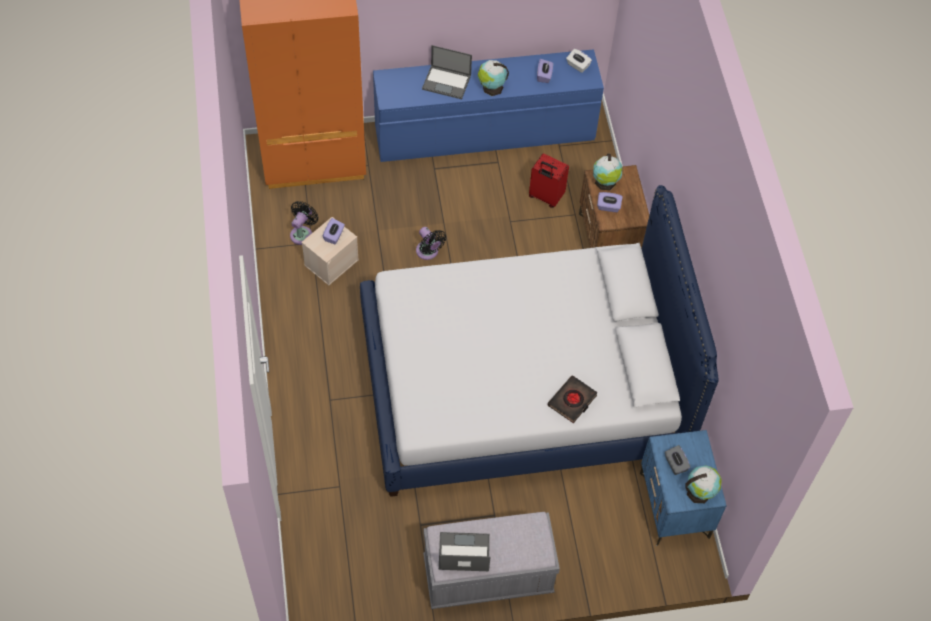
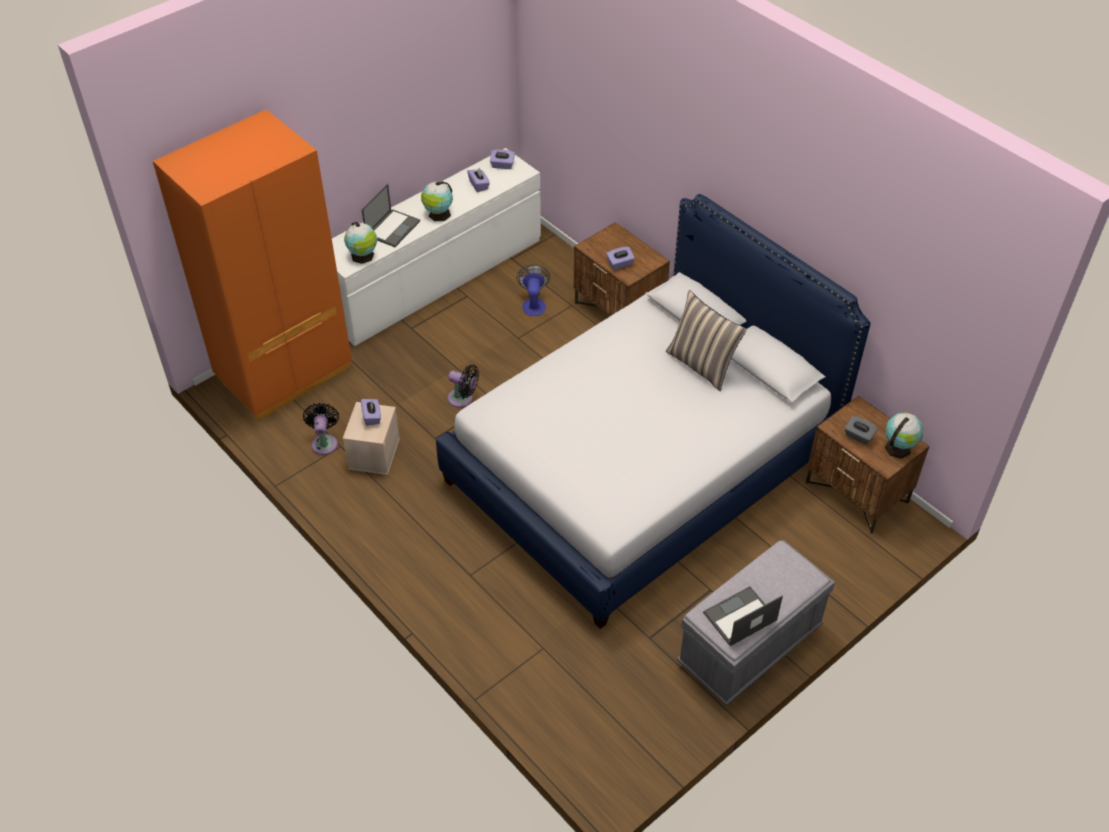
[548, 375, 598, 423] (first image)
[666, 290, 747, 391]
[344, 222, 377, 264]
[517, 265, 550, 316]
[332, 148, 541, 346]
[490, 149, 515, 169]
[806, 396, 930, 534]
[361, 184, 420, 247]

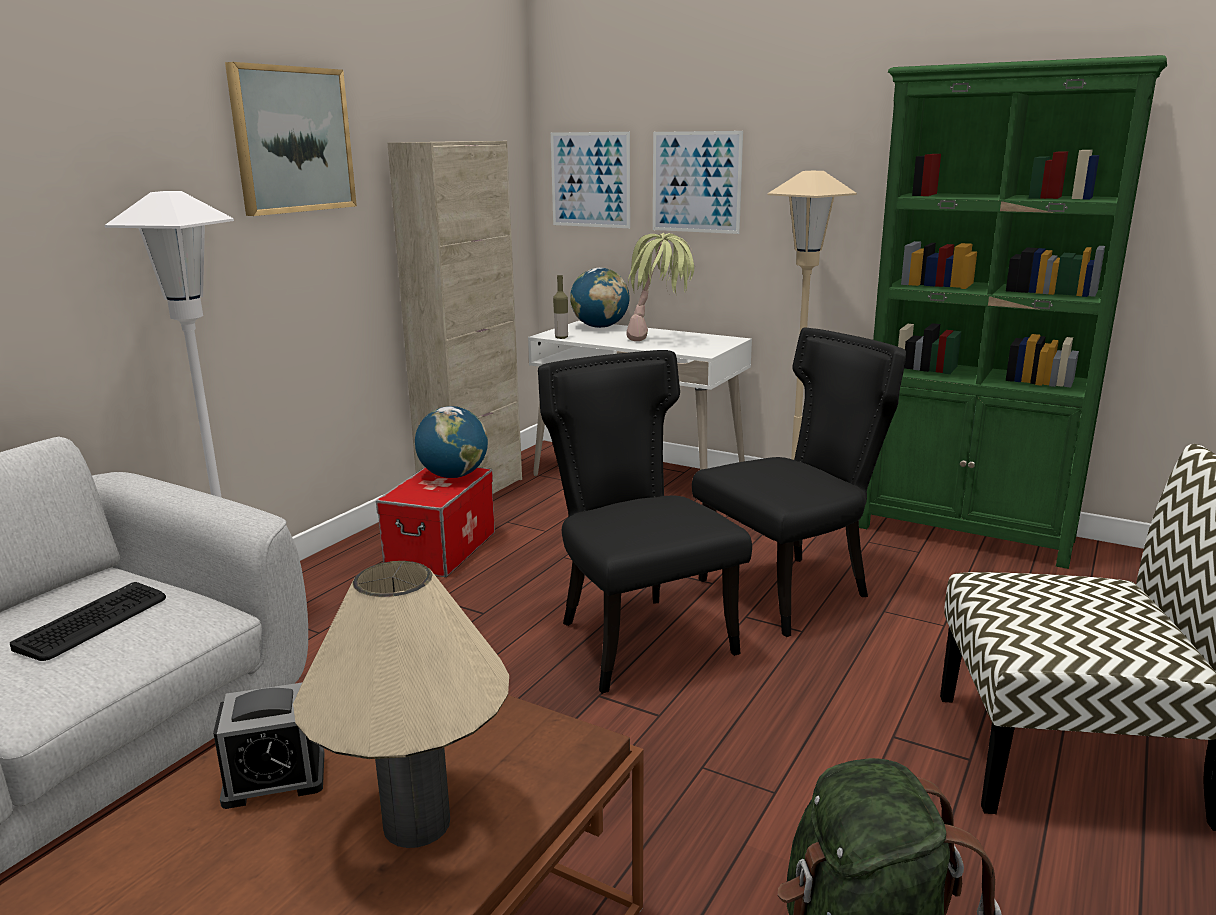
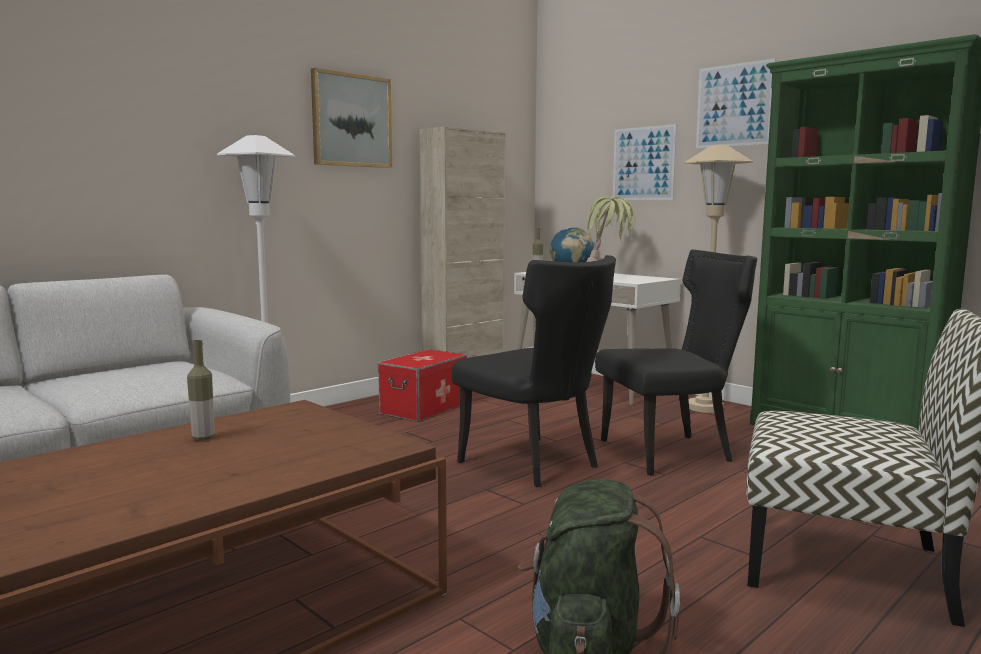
[10, 582, 166, 661] (first image)
[293, 561, 509, 848] (first image)
[415, 406, 488, 478] (first image)
[696, 58, 776, 148]
[187, 340, 215, 441]
[452, 255, 616, 487]

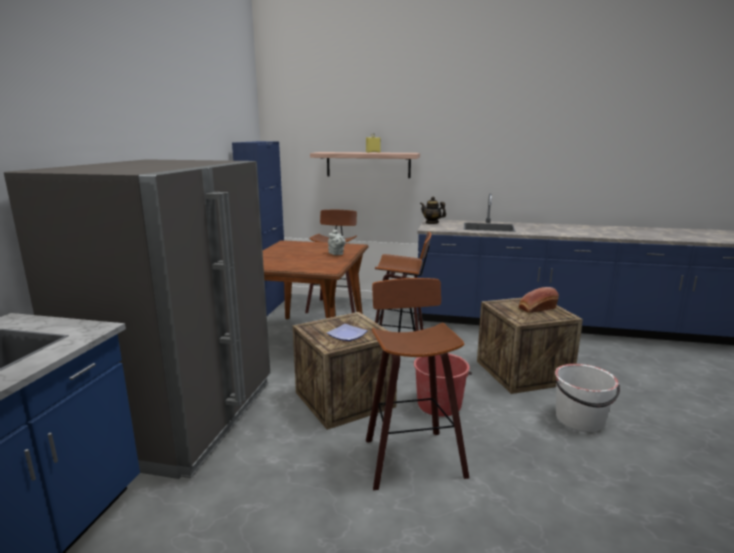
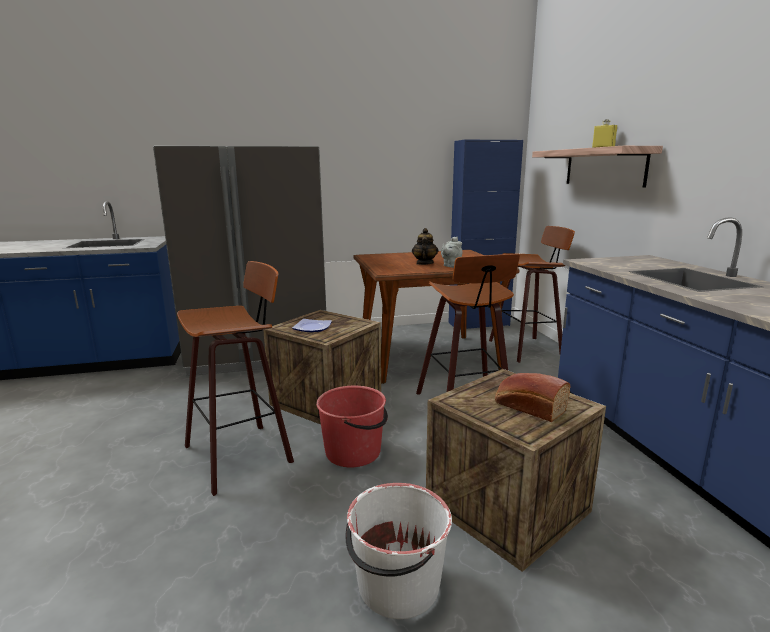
[412, 228, 439, 265]

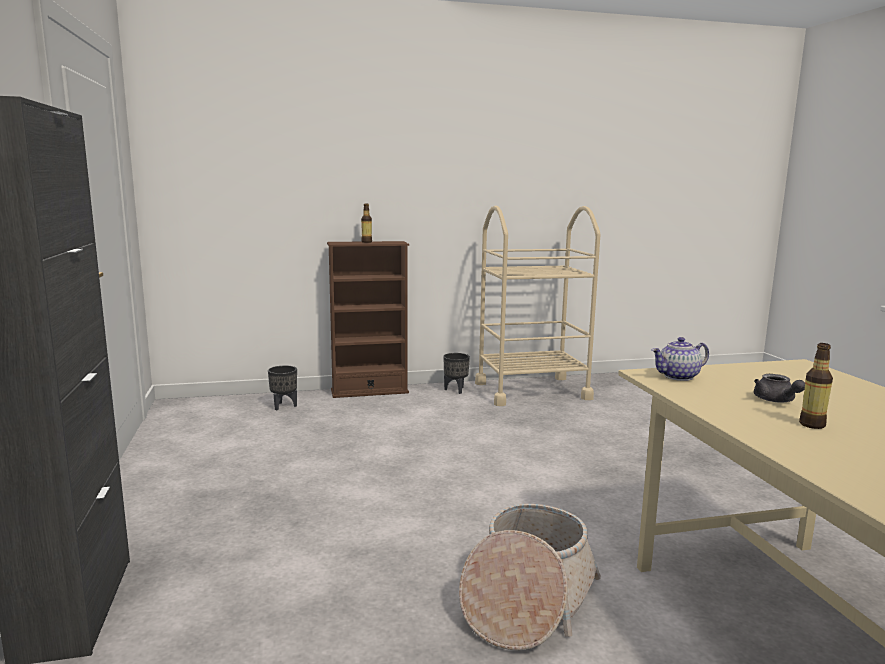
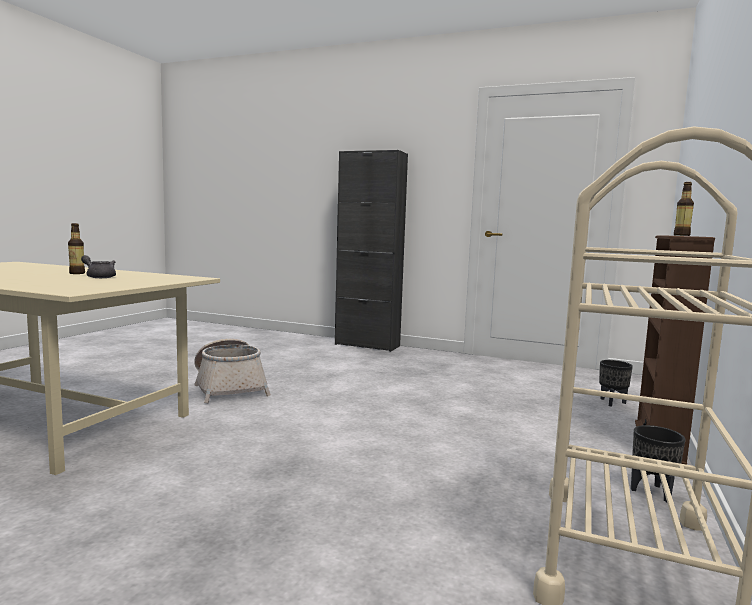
[651, 337, 709, 381] (first image)

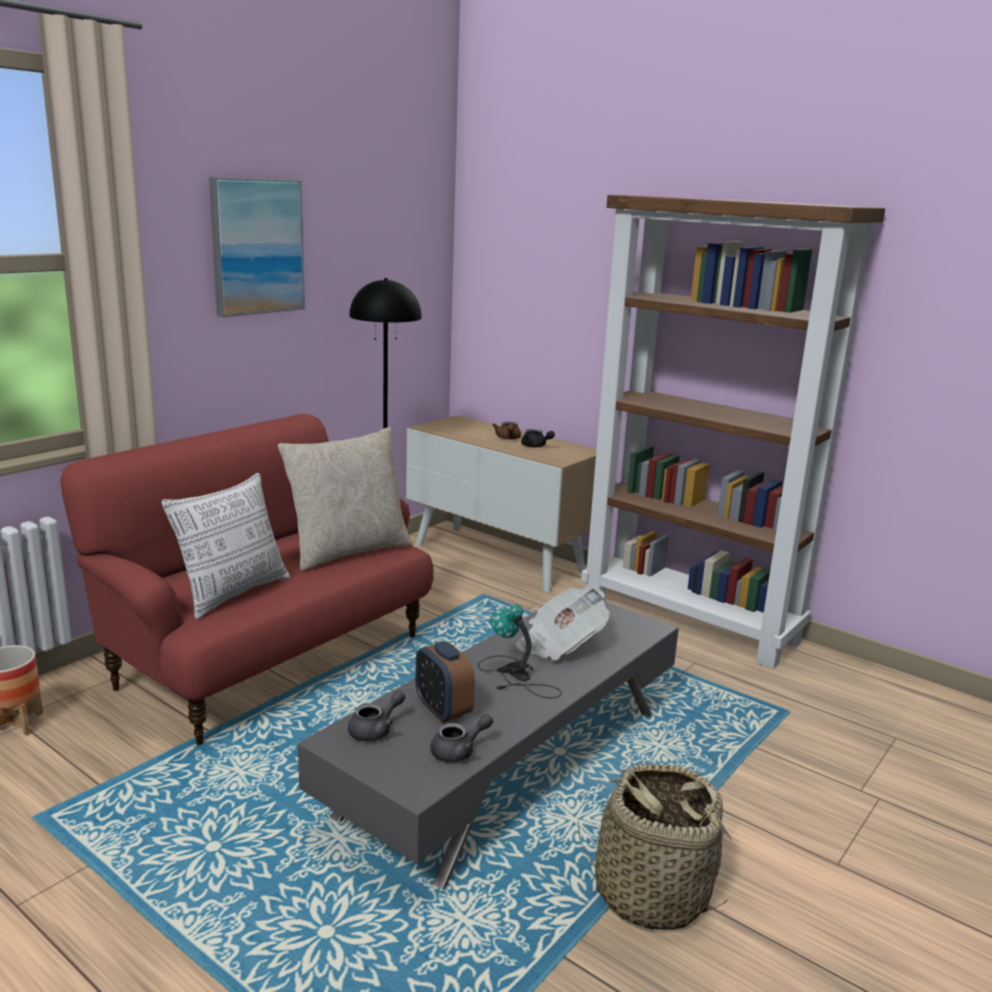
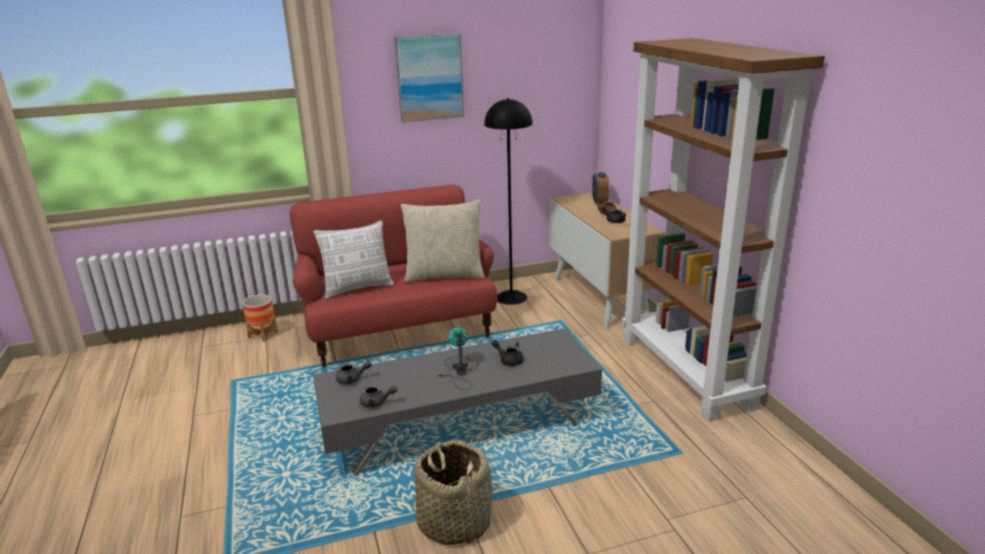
[592, 172, 609, 204]
[491, 340, 524, 366]

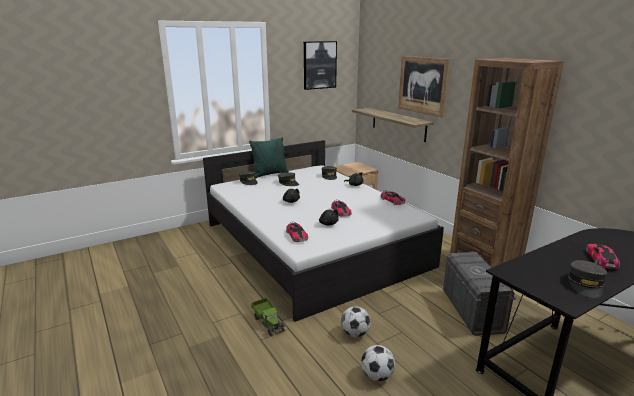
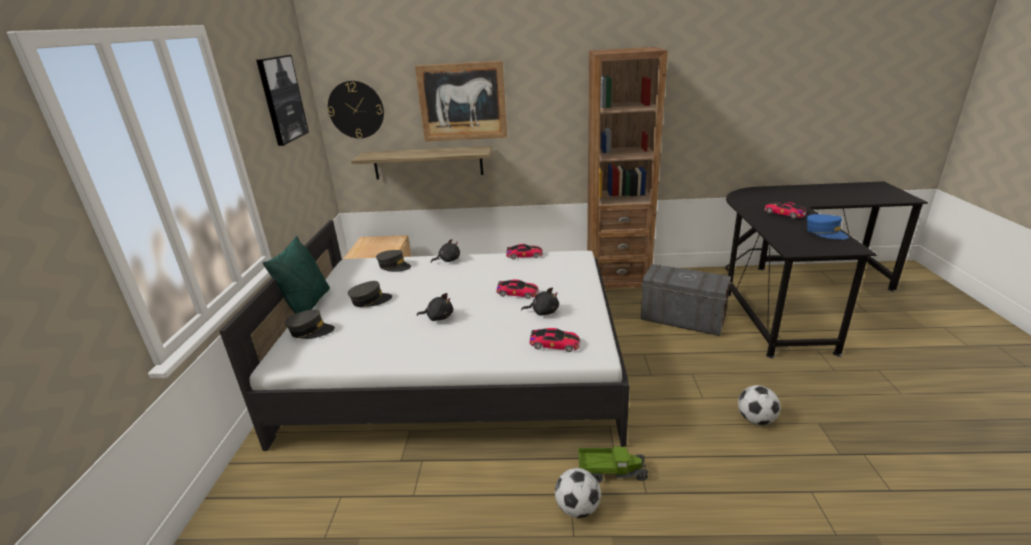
[328, 81, 384, 138]
[555, 468, 601, 518]
[807, 214, 849, 239]

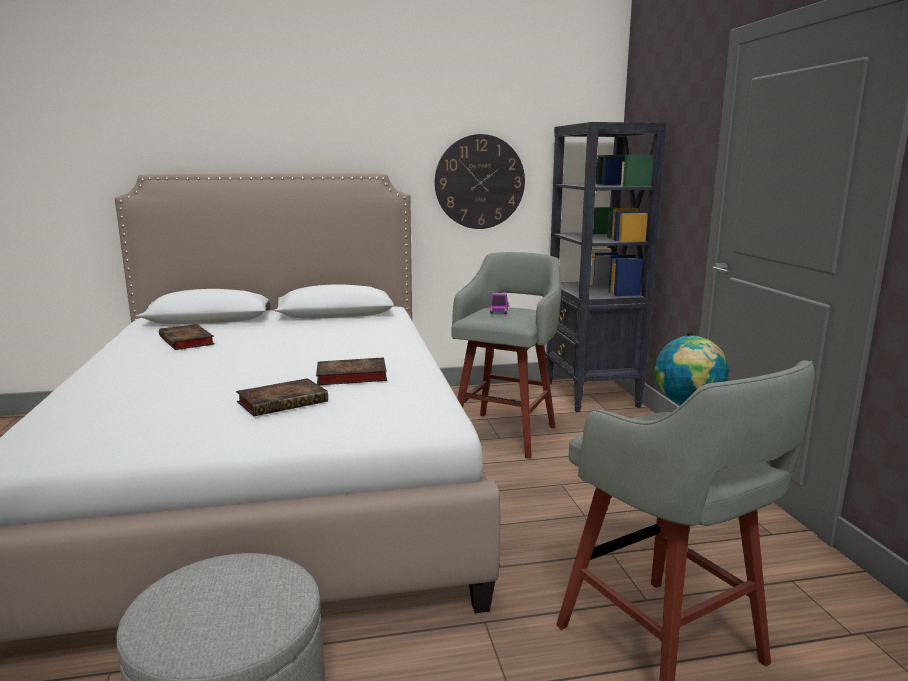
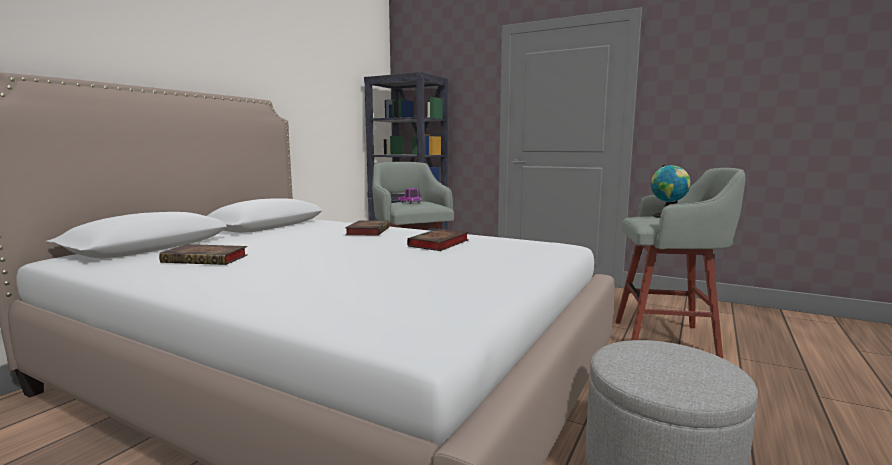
[435, 134, 525, 229] (first image)
[345, 221, 390, 235]

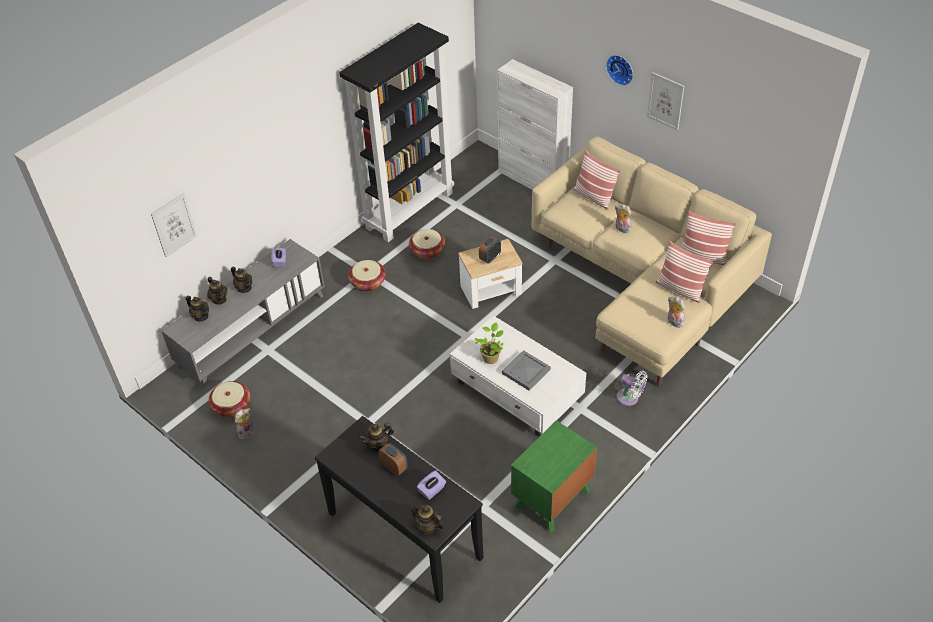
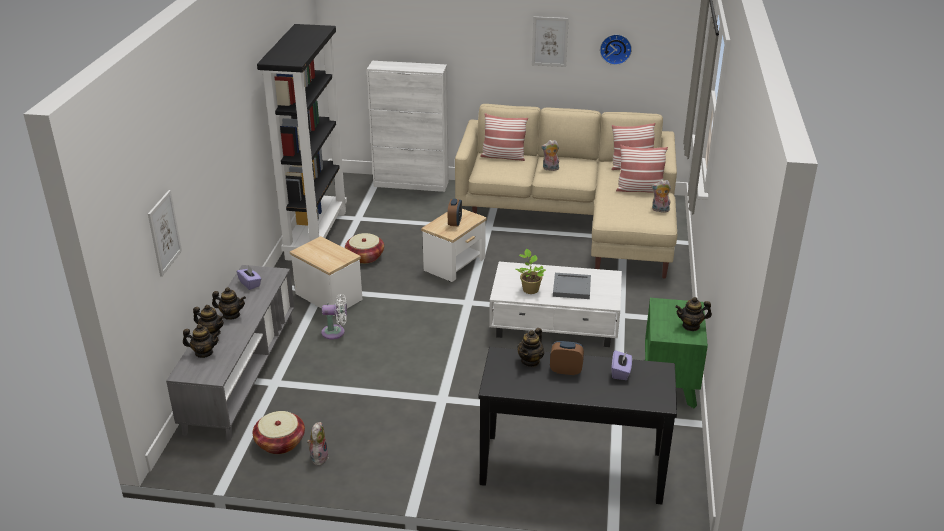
[675, 297, 712, 331]
[600, 34, 632, 65]
[321, 294, 347, 339]
[290, 236, 363, 316]

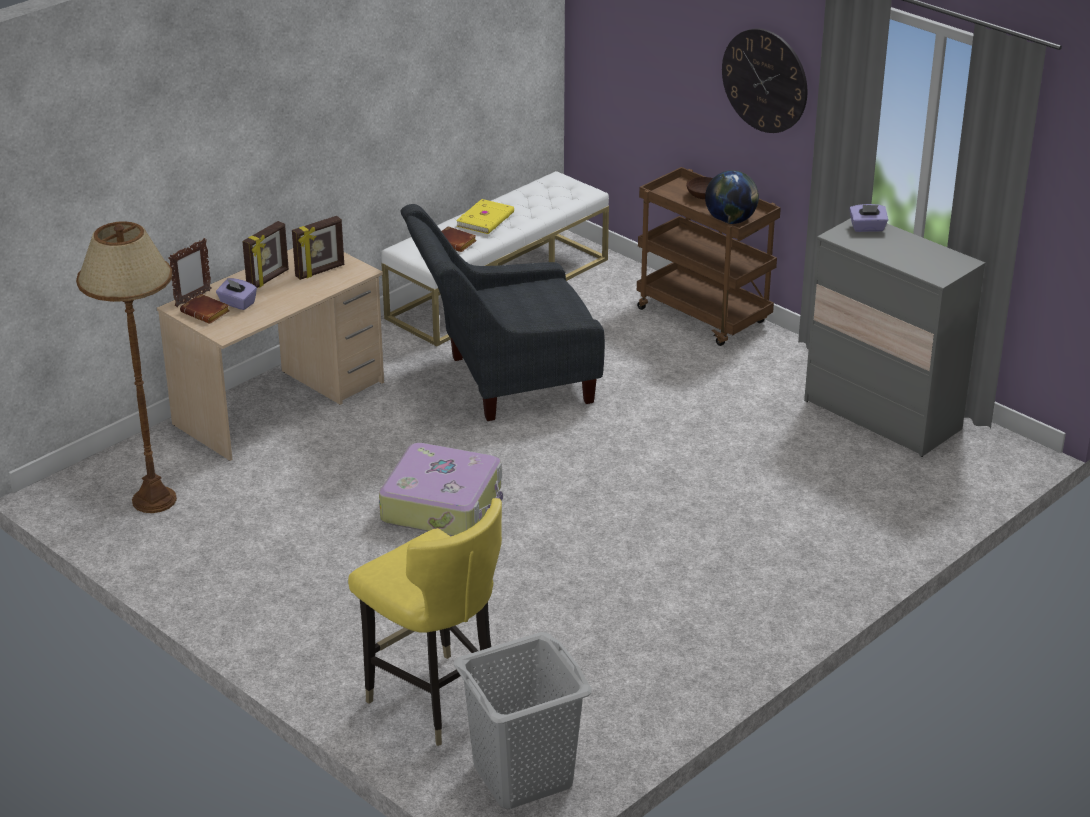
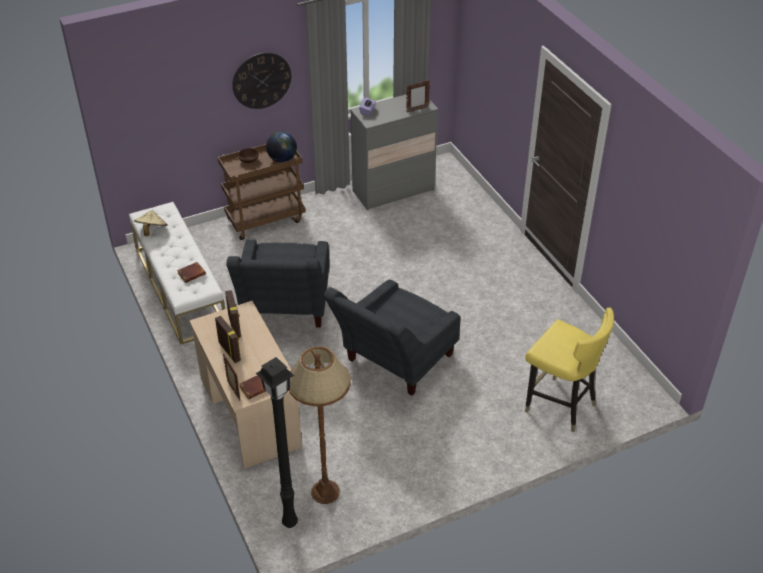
[216, 278, 257, 310] (first image)
[454, 632, 592, 809] (first image)
[456, 199, 514, 234] (first image)
[134, 210, 168, 236]
[256, 357, 298, 528]
[406, 80, 430, 113]
[323, 279, 460, 396]
[525, 308, 614, 432]

